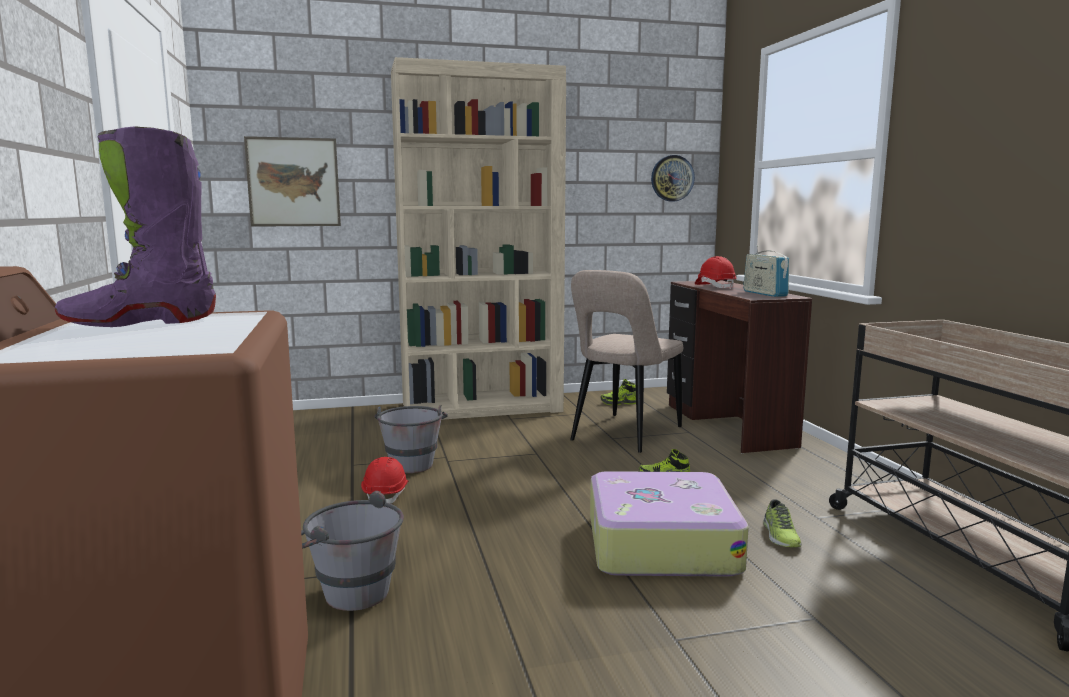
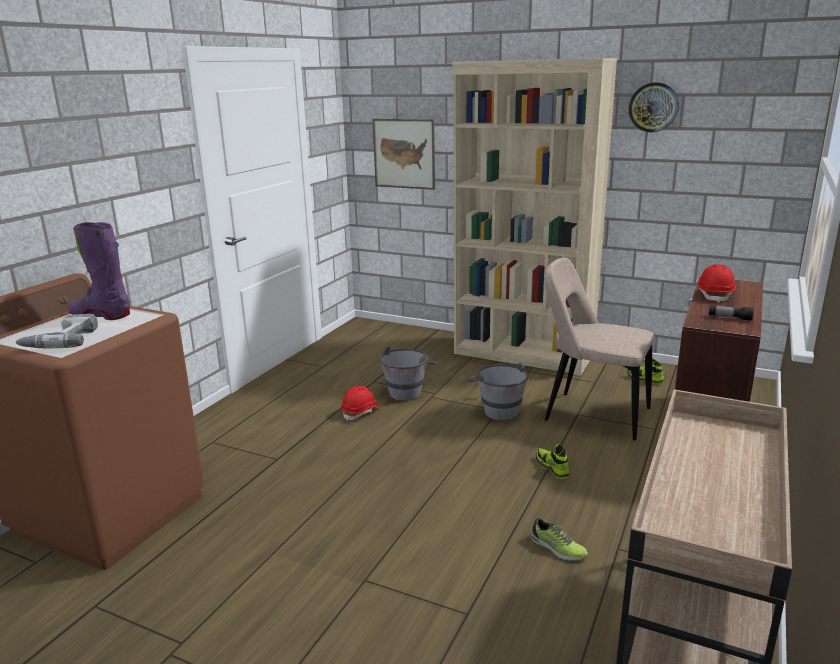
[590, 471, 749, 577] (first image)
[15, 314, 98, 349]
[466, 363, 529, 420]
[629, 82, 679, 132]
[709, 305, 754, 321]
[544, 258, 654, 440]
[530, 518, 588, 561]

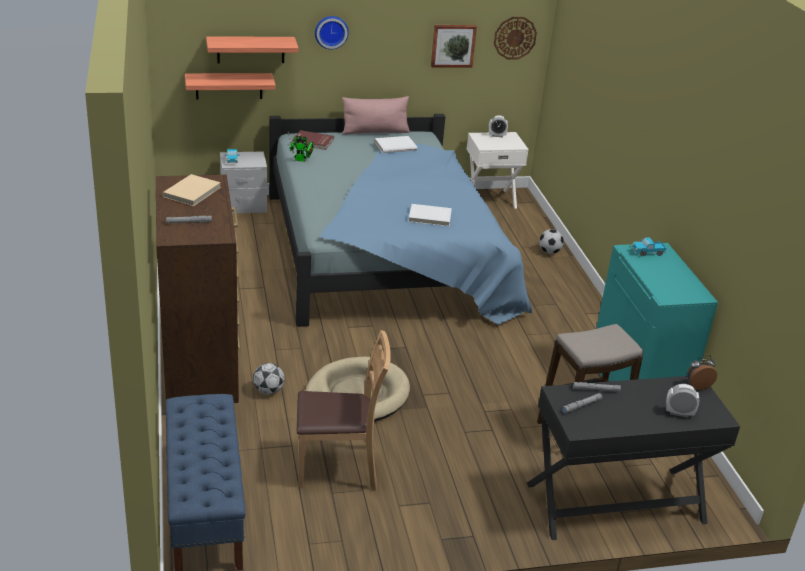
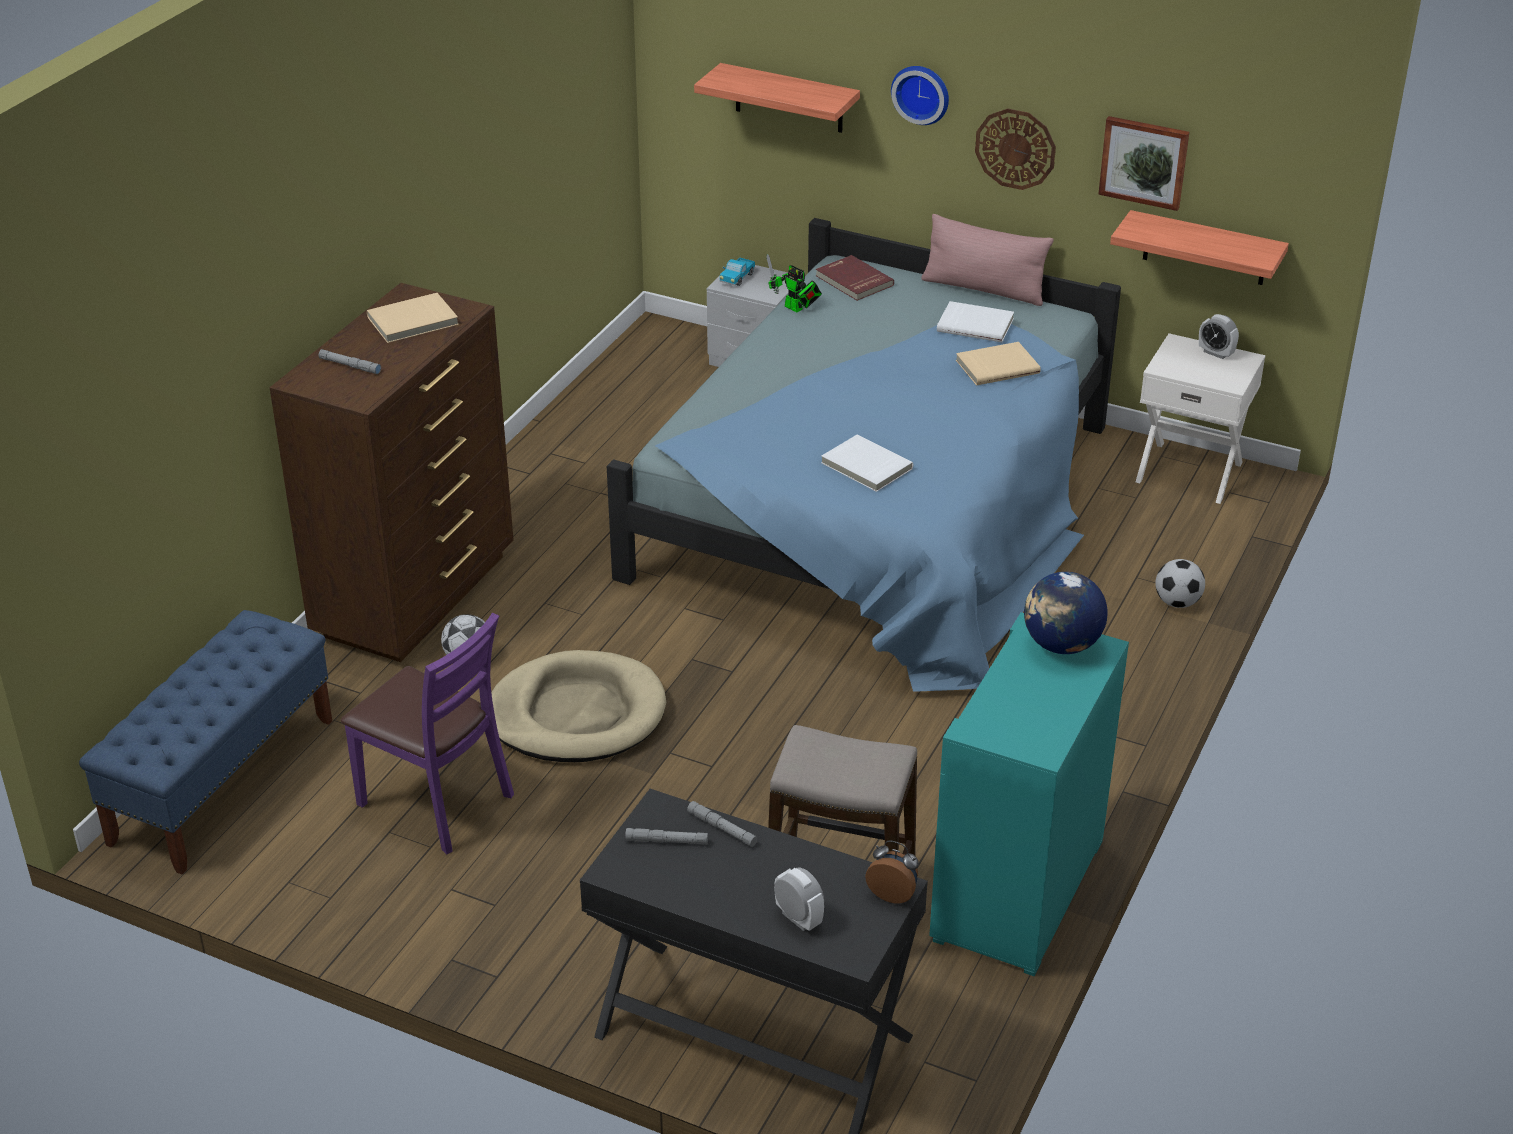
[956, 342, 1041, 386]
[1110, 210, 1289, 285]
[975, 108, 1056, 190]
[1024, 572, 1108, 654]
[341, 613, 514, 854]

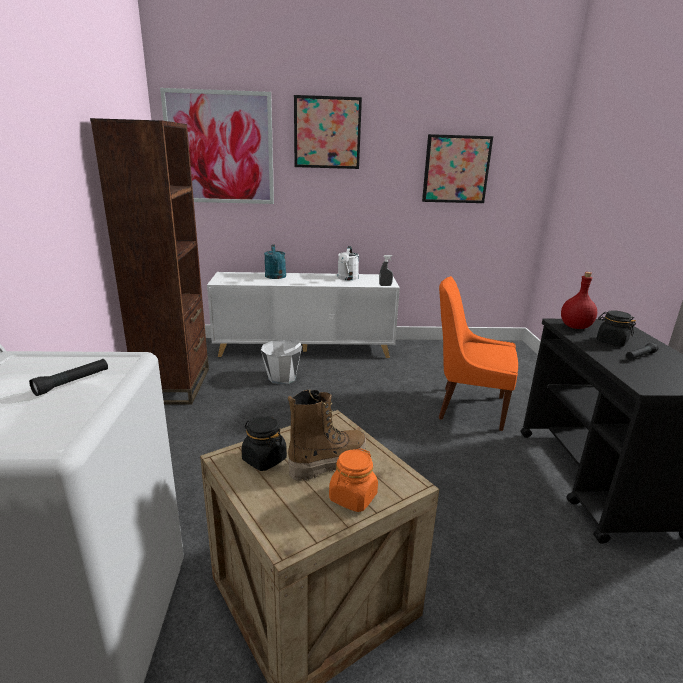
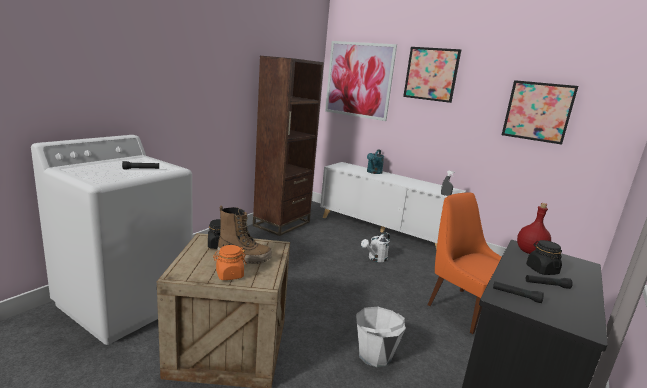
[493, 281, 544, 303]
[356, 307, 406, 367]
[361, 232, 390, 262]

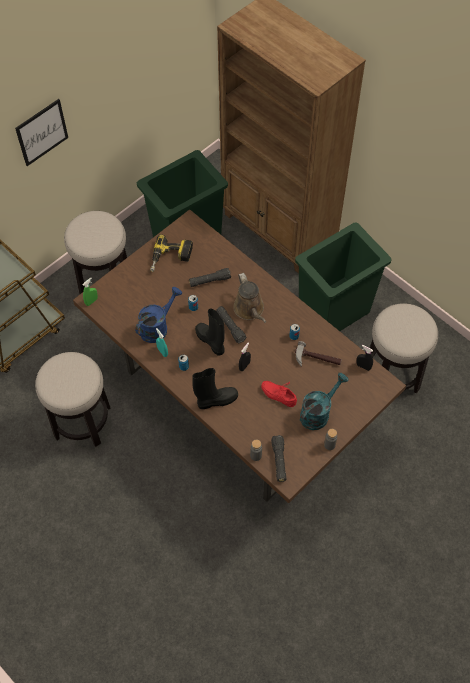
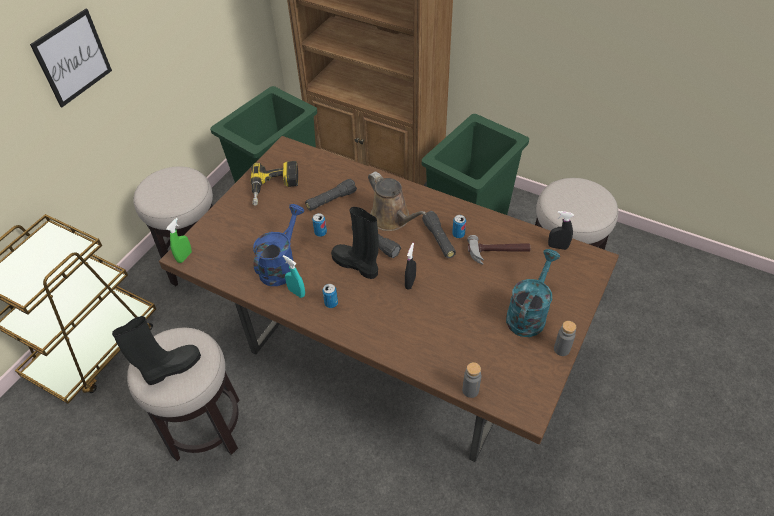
[261, 381, 297, 407] (first image)
[112, 316, 201, 385]
[422, 211, 456, 258]

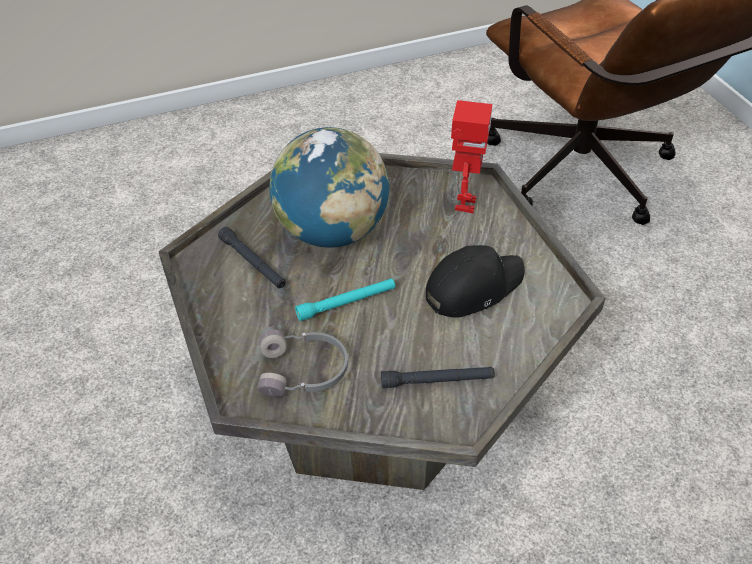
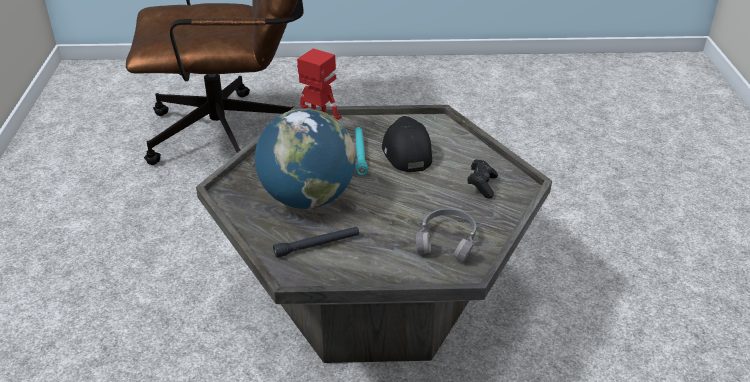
[355, 127, 368, 175]
[467, 159, 498, 199]

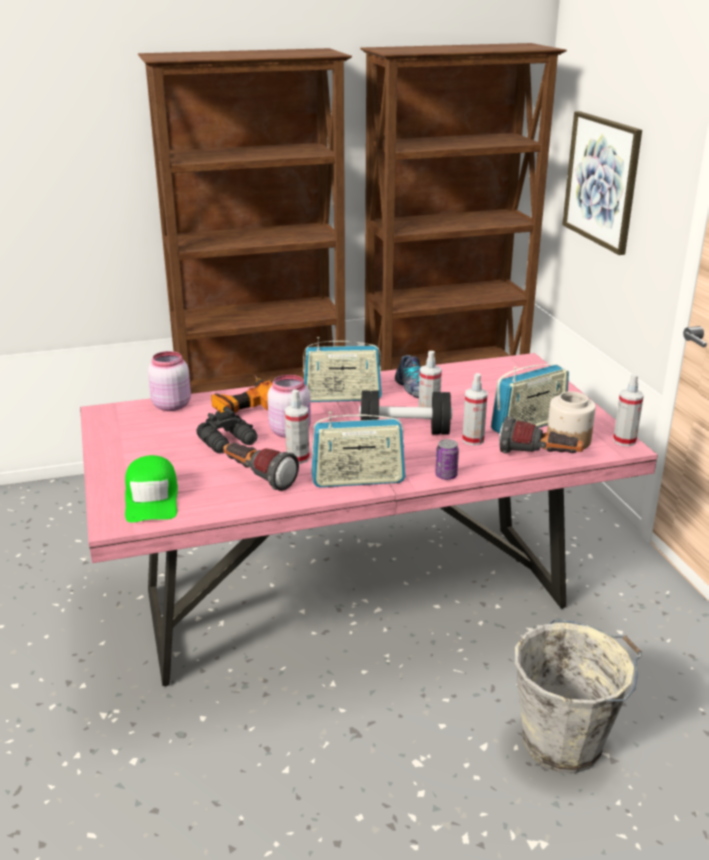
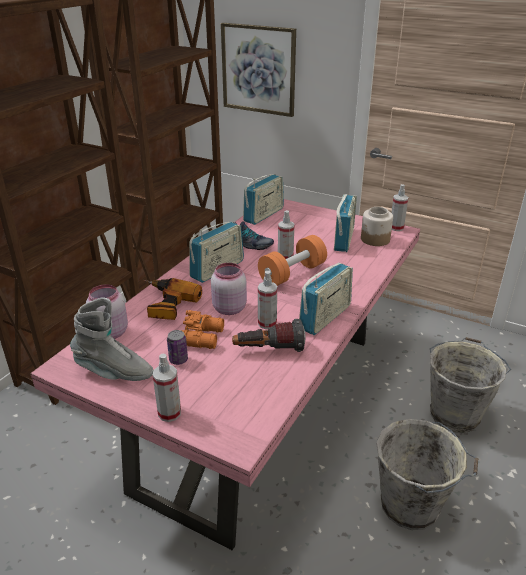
[125, 455, 178, 523] (first image)
[499, 416, 584, 453] (first image)
[70, 298, 153, 381]
[243, 174, 284, 225]
[376, 419, 478, 530]
[167, 330, 188, 365]
[153, 354, 181, 422]
[181, 310, 224, 349]
[258, 235, 327, 286]

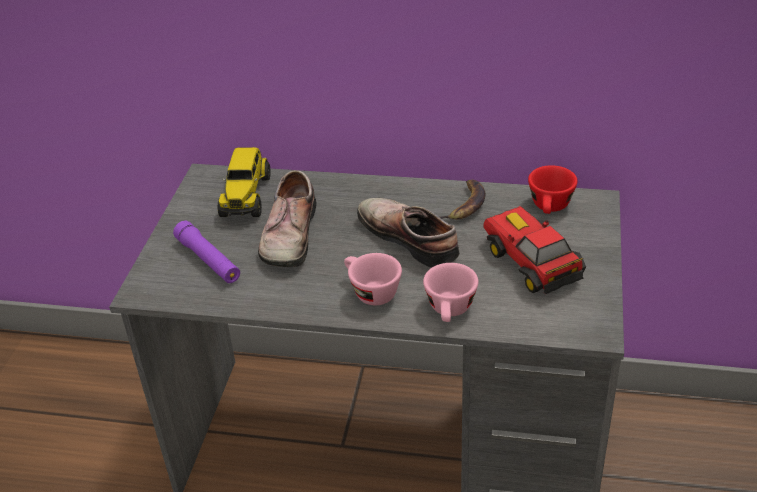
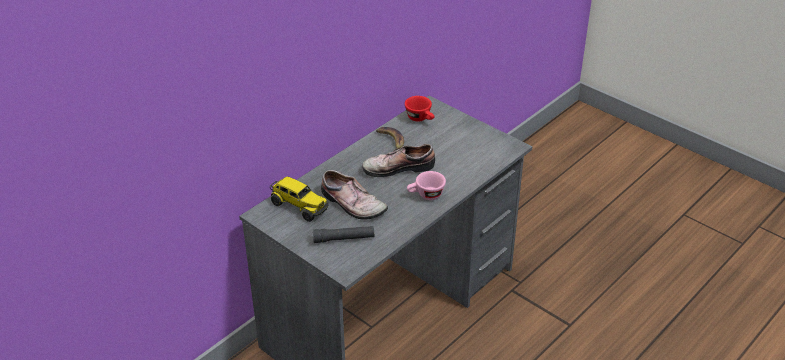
[423, 263, 478, 322] (first image)
[484, 206, 586, 294] (first image)
[313, 226, 374, 243]

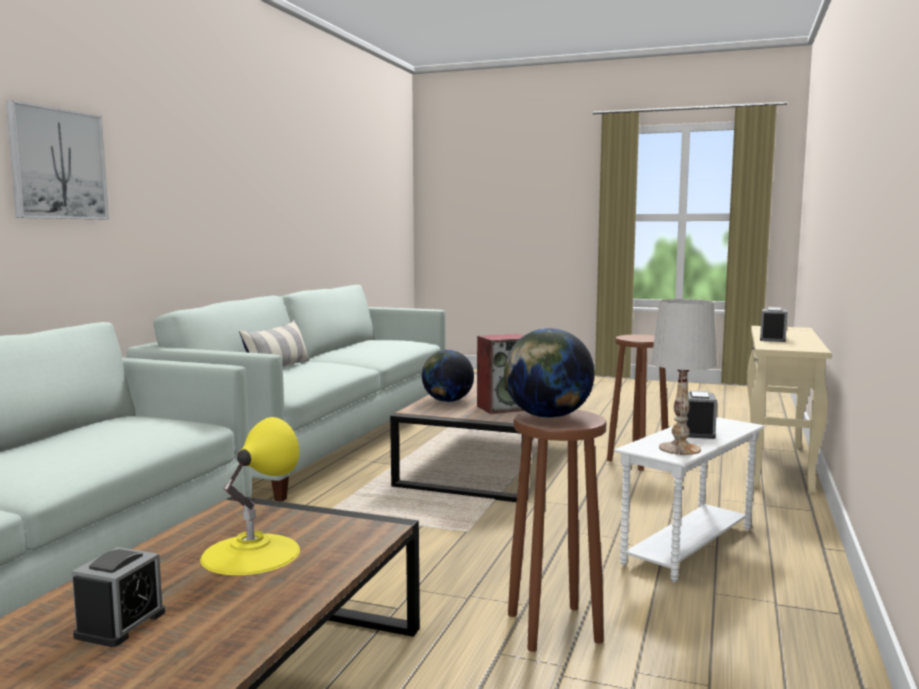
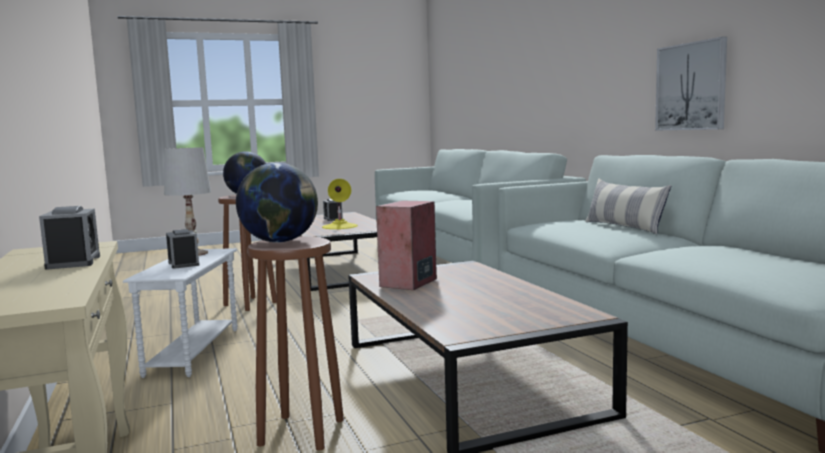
[655, 37, 727, 131]
[236, 163, 318, 243]

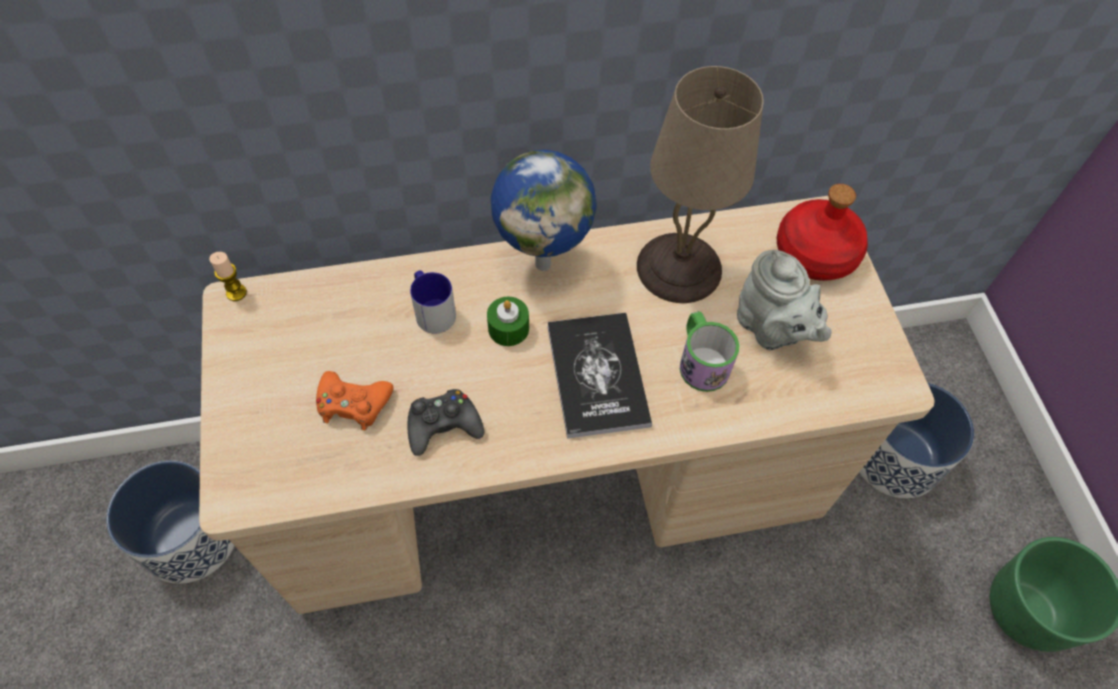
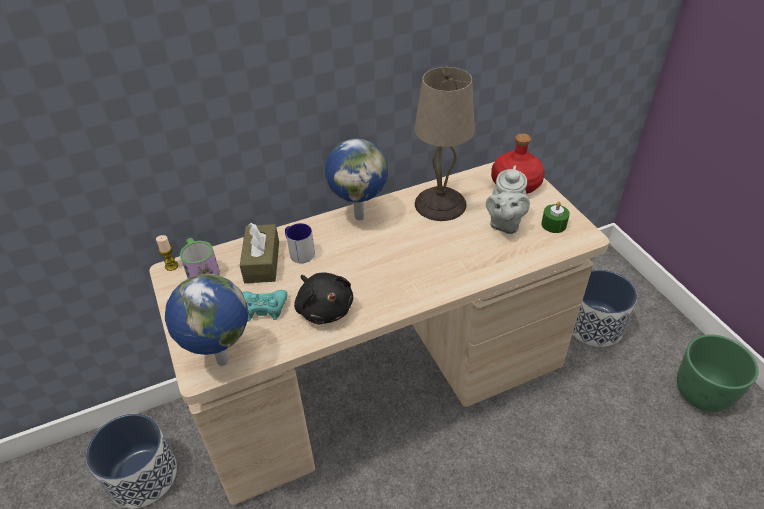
[548, 313, 652, 439] (first image)
[165, 274, 248, 366]
[240, 223, 279, 283]
[541, 201, 570, 233]
[180, 238, 220, 278]
[294, 273, 353, 324]
[242, 290, 287, 321]
[486, 166, 530, 234]

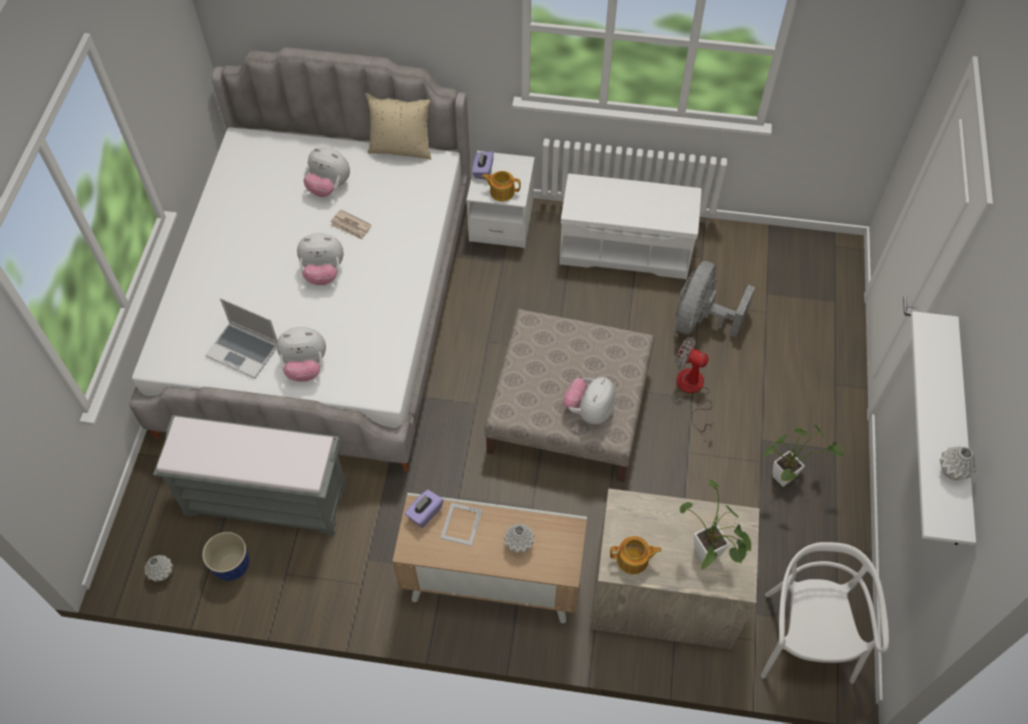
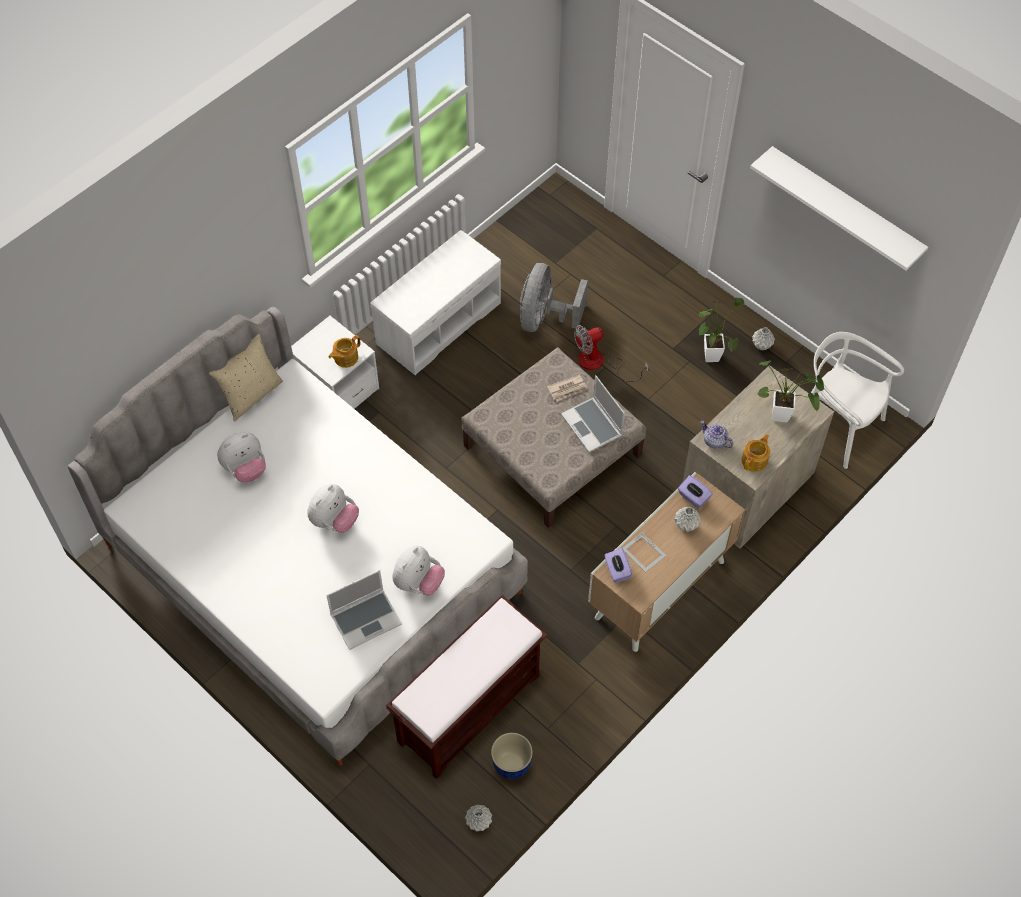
[700, 421, 733, 449]
[547, 374, 588, 401]
[678, 475, 713, 509]
[752, 327, 775, 350]
[561, 375, 625, 452]
[386, 595, 547, 779]
[520, 263, 588, 332]

